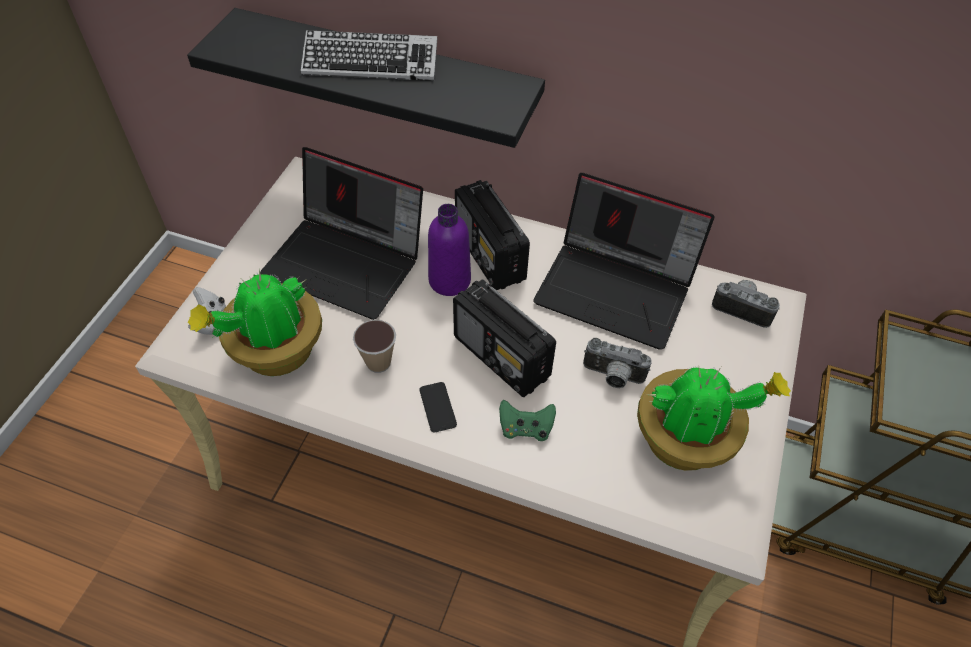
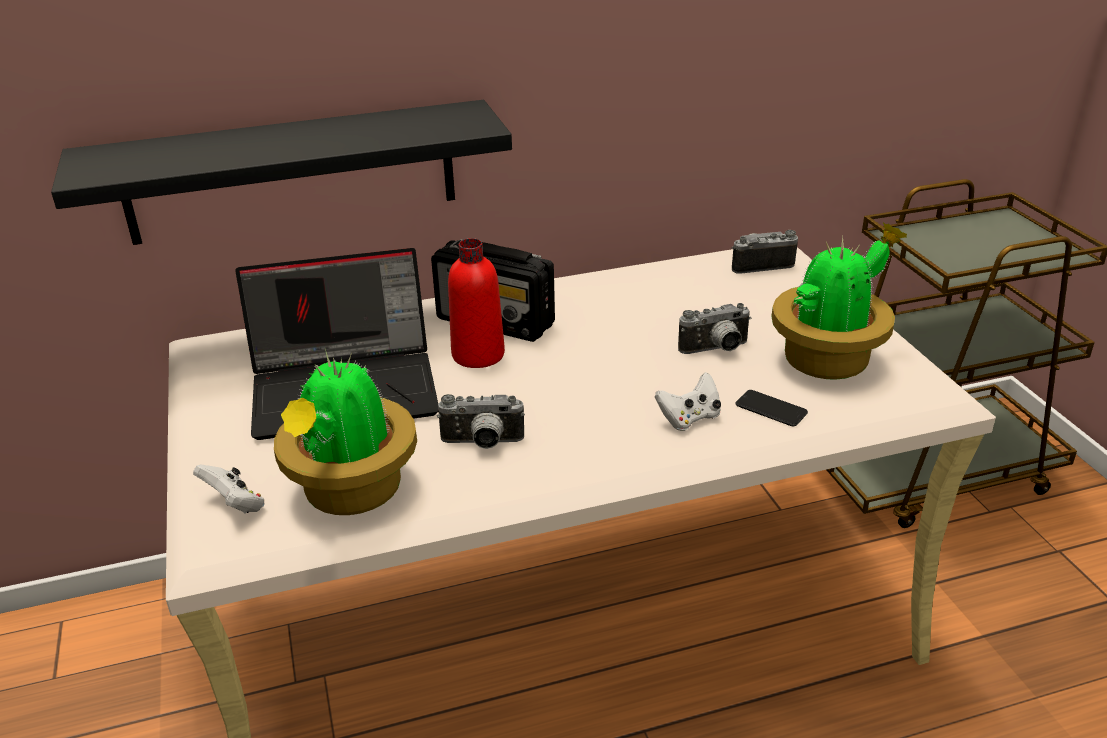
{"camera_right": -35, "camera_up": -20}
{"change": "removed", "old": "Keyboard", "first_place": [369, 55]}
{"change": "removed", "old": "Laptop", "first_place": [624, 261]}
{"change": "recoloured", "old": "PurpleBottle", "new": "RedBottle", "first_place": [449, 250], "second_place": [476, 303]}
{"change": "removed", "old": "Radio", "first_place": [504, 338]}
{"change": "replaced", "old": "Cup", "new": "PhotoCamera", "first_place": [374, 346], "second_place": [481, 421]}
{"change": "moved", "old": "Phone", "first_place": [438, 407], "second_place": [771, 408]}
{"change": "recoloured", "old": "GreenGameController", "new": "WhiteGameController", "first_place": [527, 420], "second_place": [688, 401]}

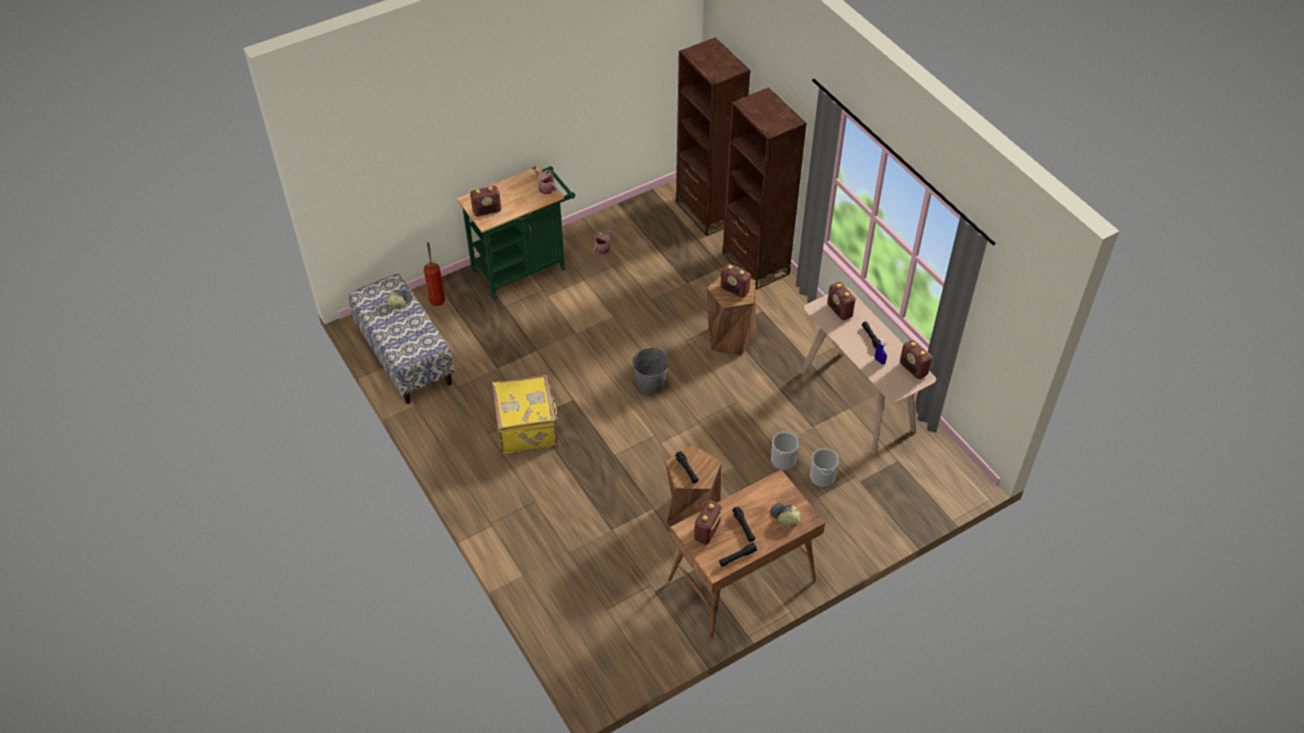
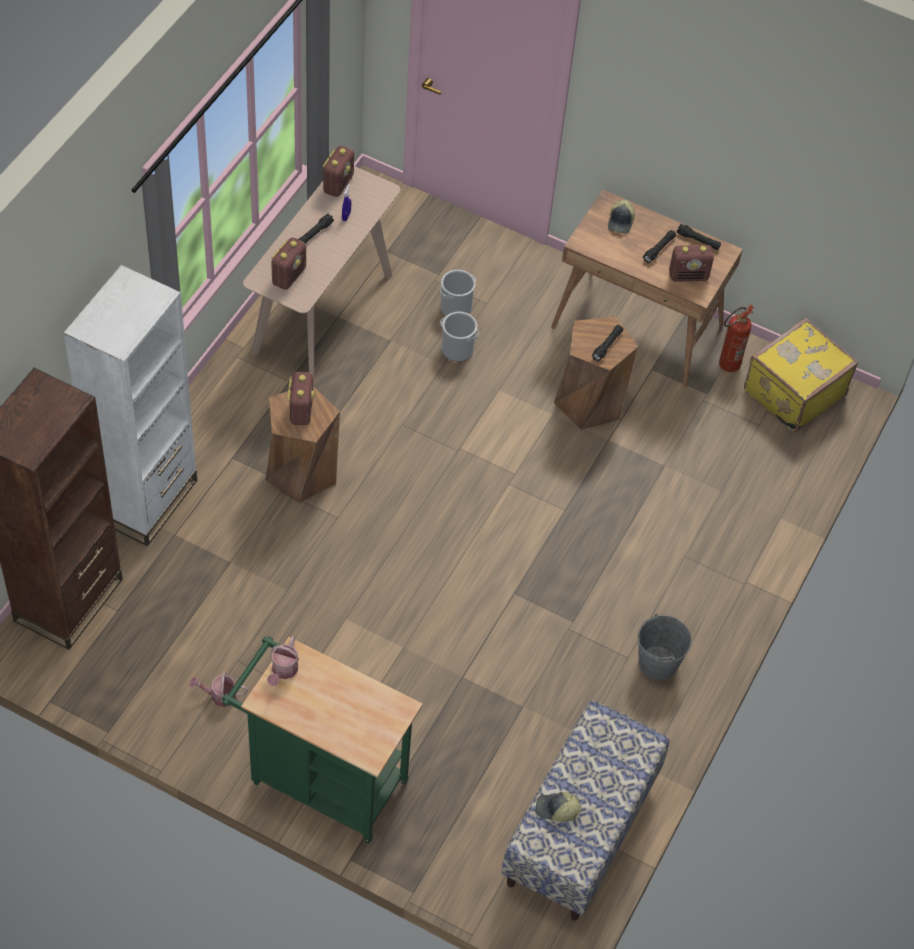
{"camera_right": -125, "camera_up": 5}
{"change": "recoloured", "old": "BrownBookcase", "new": "WhiteBookcase", "first_place": [764, 188], "second_place": [130, 405]}
{"change": "removed", "old": "Radio", "first_place": [485, 201]}
{"change": "moved", "old": "FireExtinguisher", "first_place": [434, 274], "second_place": [736, 338]}
{"change": "moved", "old": "GreyBucket", "first_place": [650, 371], "second_place": [665, 647]}
{"change": "moved", "old": "YellowSuitcase", "first_place": [525, 414], "second_place": [801, 375]}

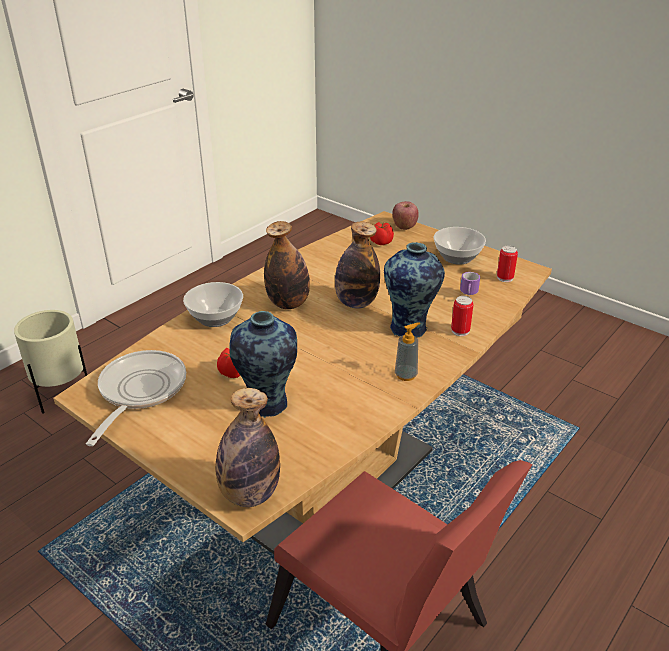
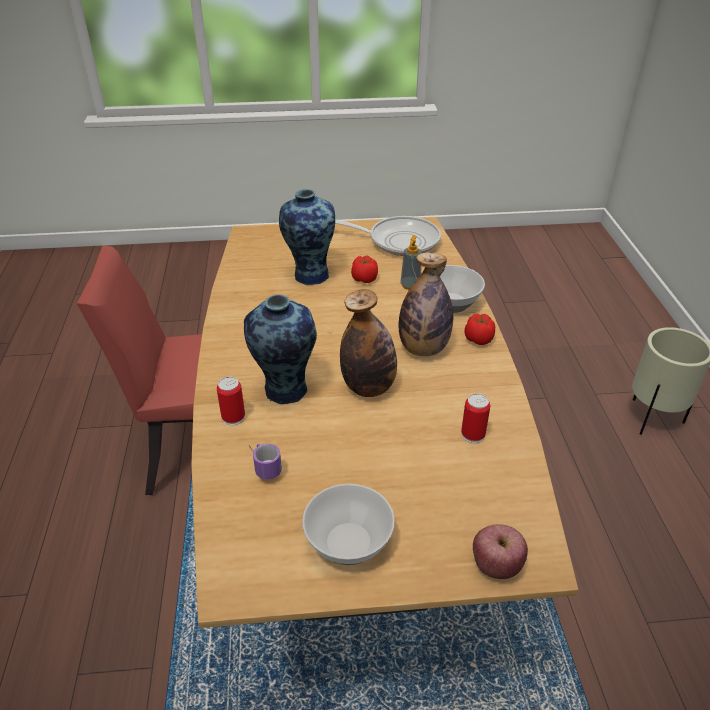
{"camera_right": 135, "camera_up": 5}
{"change": "moved", "old": "Tomato", "first_place": [382, 233], "second_place": [480, 329]}
{"change": "moved", "old": "Can", "first_place": [507, 264], "second_place": [475, 418]}
{"change": "moved", "old": "SoapDispenser", "first_place": [407, 352], "second_place": [411, 262]}
{"change": "turned", "old": "FryingPan", "first_place": [136, 398], "second_place": [388, 236], "degrees": -45}
{"change": "removed", "old": "Bottle", "first_place": [247, 447]}

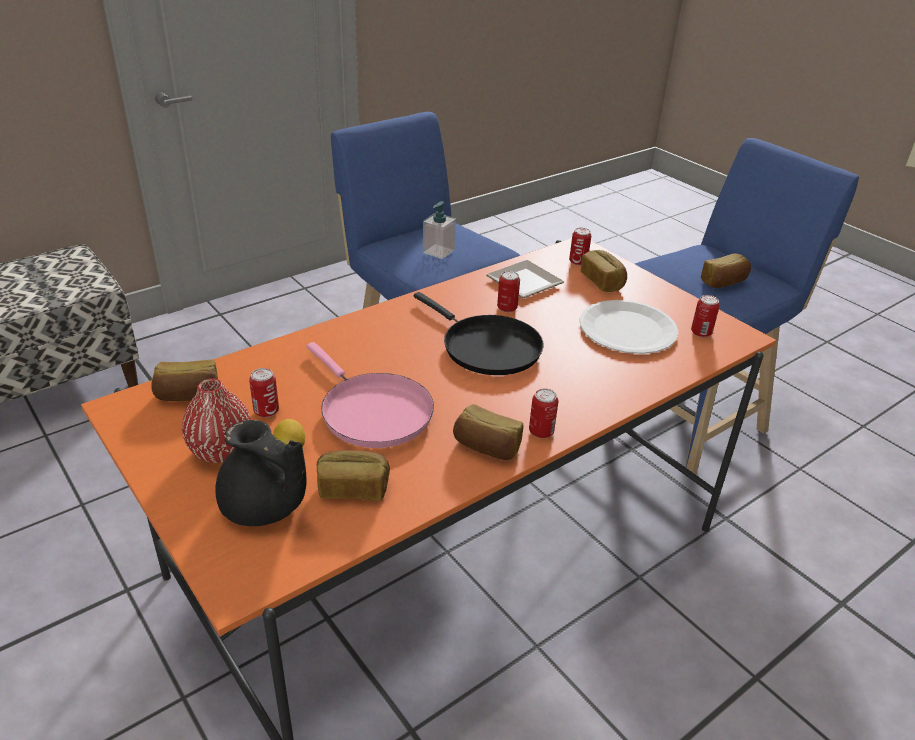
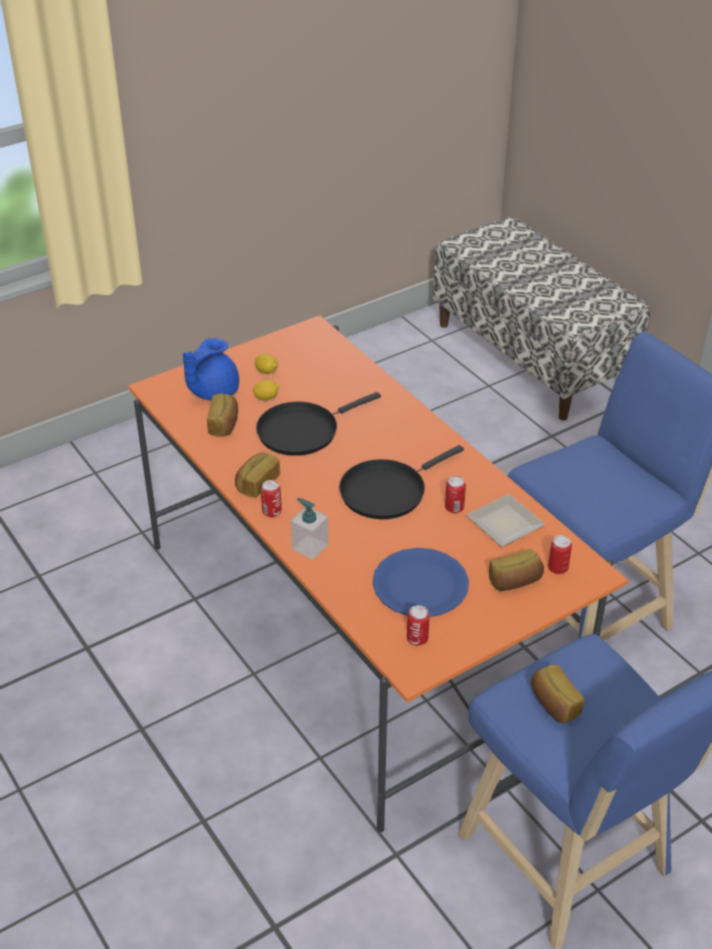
{"camera_right": 95, "camera_up": 5}
{"change": "moved", "old": "SoapDispenser", "first_place": [439, 230], "second_place": [310, 529]}
{"change": "recoloured", "old": "WhitePlate", "new": "BluePlate", "first_place": [629, 327], "second_place": [421, 582]}
{"change": "recoloured", "old": "PinkFryingPan", "new": "BlackFryingPan", "first_place": [370, 395], "second_place": [318, 424]}
{"change": "removed", "old": "Bread", "first_place": [184, 380]}
{"change": "removed", "old": "Can", "first_place": [264, 393]}
{"change": "replaced", "old": "RedVase", "new": "Lemon", "first_place": [216, 420], "second_place": [266, 364]}
{"change": "recoloured", "old": "BlackTeapot", "new": "BlueTeapot", "first_place": [261, 473], "second_place": [211, 369]}

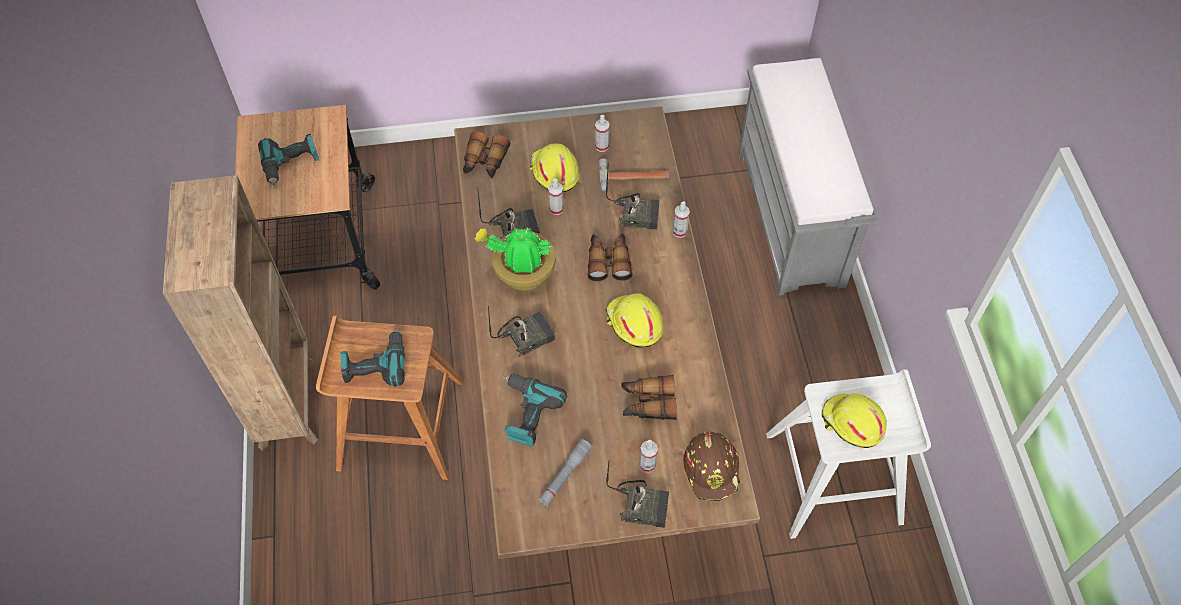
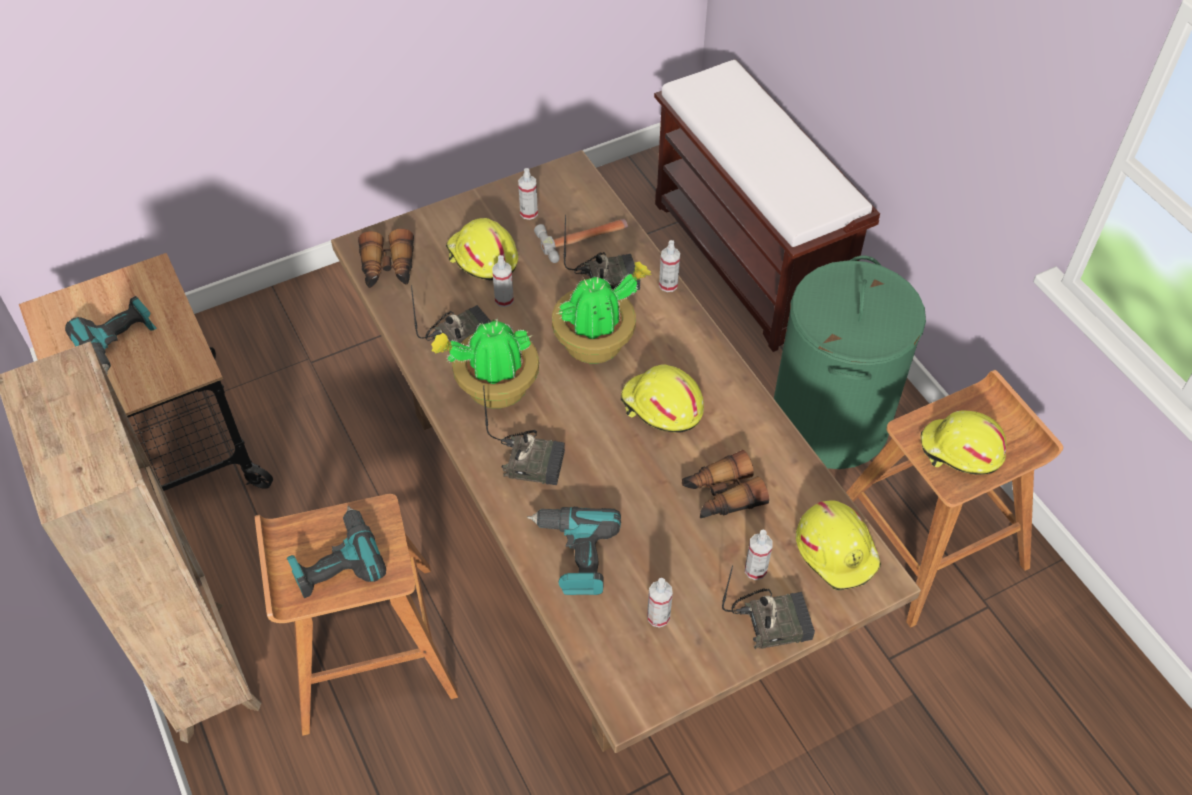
{"camera_right": -20, "camera_up": -5}
{"change": "recoloured", "old": "GreyBench", "new": "BrownBench", "first_place": [808, 176], "second_place": [767, 205]}
{"change": "replaced", "old": "Binoculars", "new": "PottedPlant", "first_place": [610, 257], "second_place": [601, 312]}
{"change": "turned", "old": "Radio", "first_place": [521, 331], "second_place": [524, 435], "degrees": 60}
{"change": "recoloured", "old": "WhiteStool", "new": "BrownStool", "first_place": [848, 454], "second_place": [954, 499]}
{"change": "recoloured", "old": "BrownHardHat", "new": "YellowHardHat", "first_place": [712, 466], "second_place": [838, 546]}
{"change": "replaced", "old": "GreyFlashlight", "new": "SprayBottle", "first_place": [565, 472], "second_place": [660, 603]}
{"change": "added", "new": "GreenLaundryBasket", "second_place": [850, 362]}

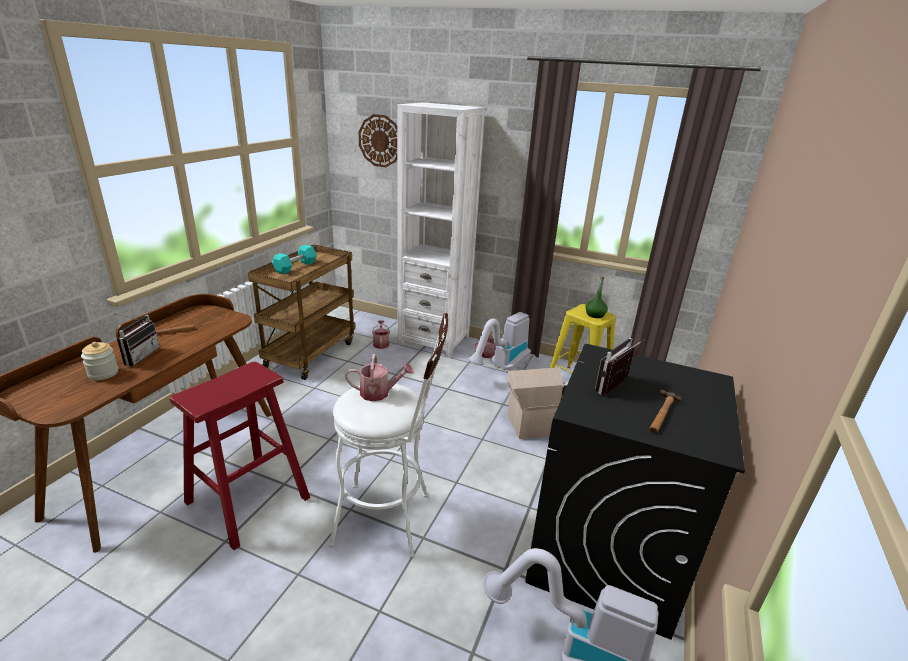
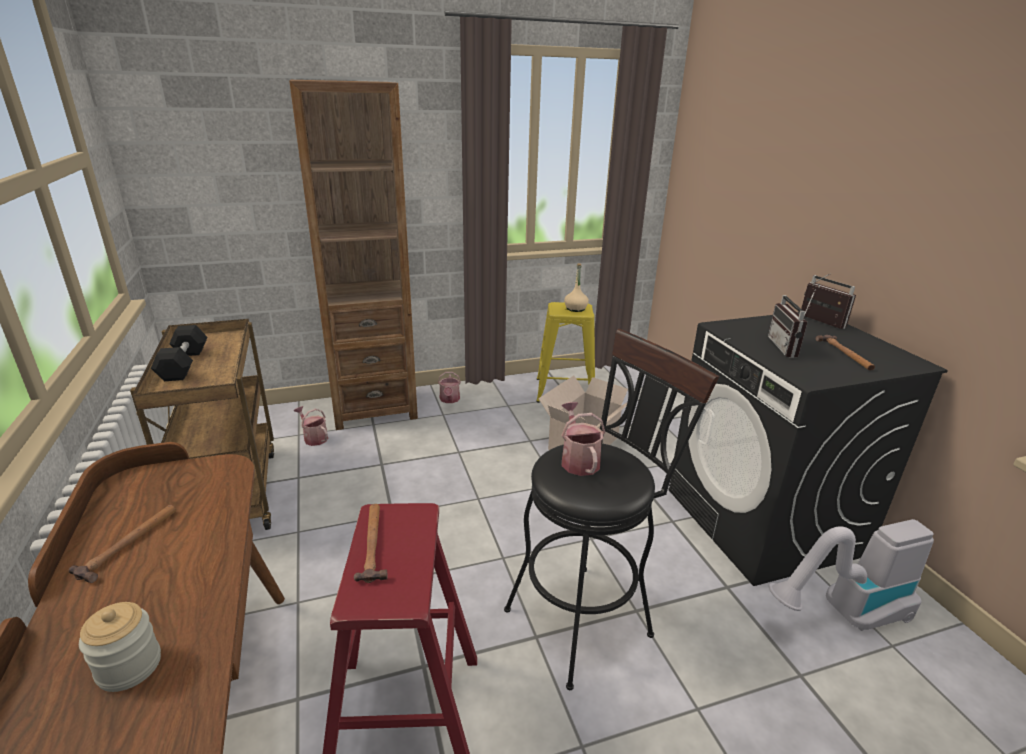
{"camera_right": -40, "camera_up": 0}
{"change": "recoloured", "old": "WhiteBookcase", "new": "BrownBookcase", "first_place": [441, 230], "second_place": [353, 255]}
{"change": "removed", "old": "WallClock", "first_place": [377, 140]}
{"change": "recoloured", "old": "TurquoiseDumbbell", "new": "BlackDumbbell", "first_place": [294, 259], "second_place": [179, 353]}
{"change": "recoloured", "old": "GreenBottle", "new": "BeigeBottle", "first_place": [596, 296], "second_place": [576, 287]}
{"change": "removed", "old": "VacuumCleaner", "first_place": [499, 341]}
{"change": "moved", "old": "Radio", "first_place": [136, 340], "second_place": [828, 301]}
{"change": "recoloured", "old": "WhiteStool", "new": "BlackStool", "first_place": [388, 435], "second_place": [611, 509]}
{"change": "turned", "old": "WateringCan", "first_place": [379, 378], "second_place": [583, 439], "degrees": -60}
{"change": "added", "new": "Hammer", "second_place": [371, 543]}

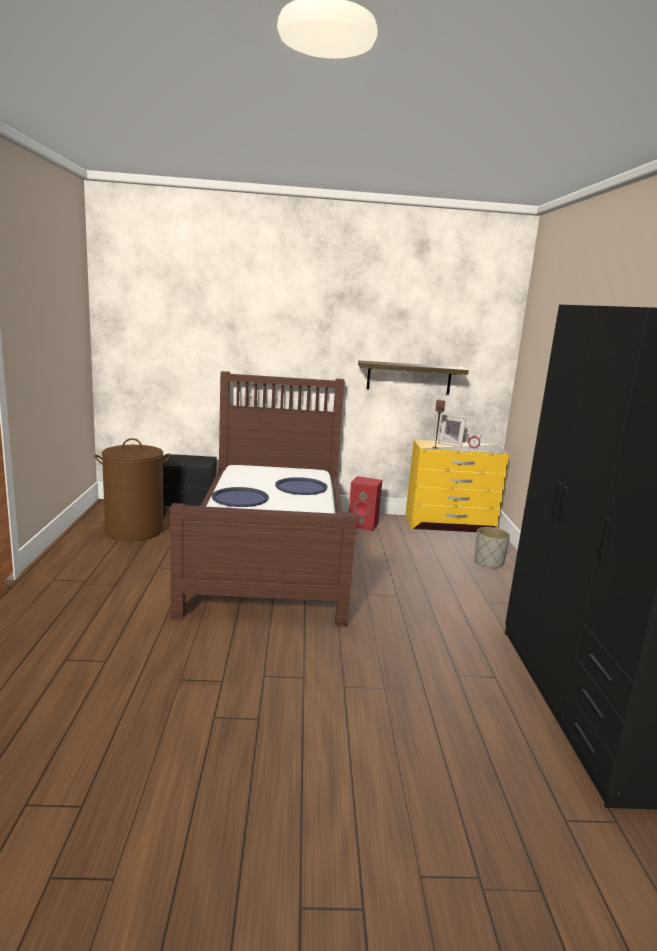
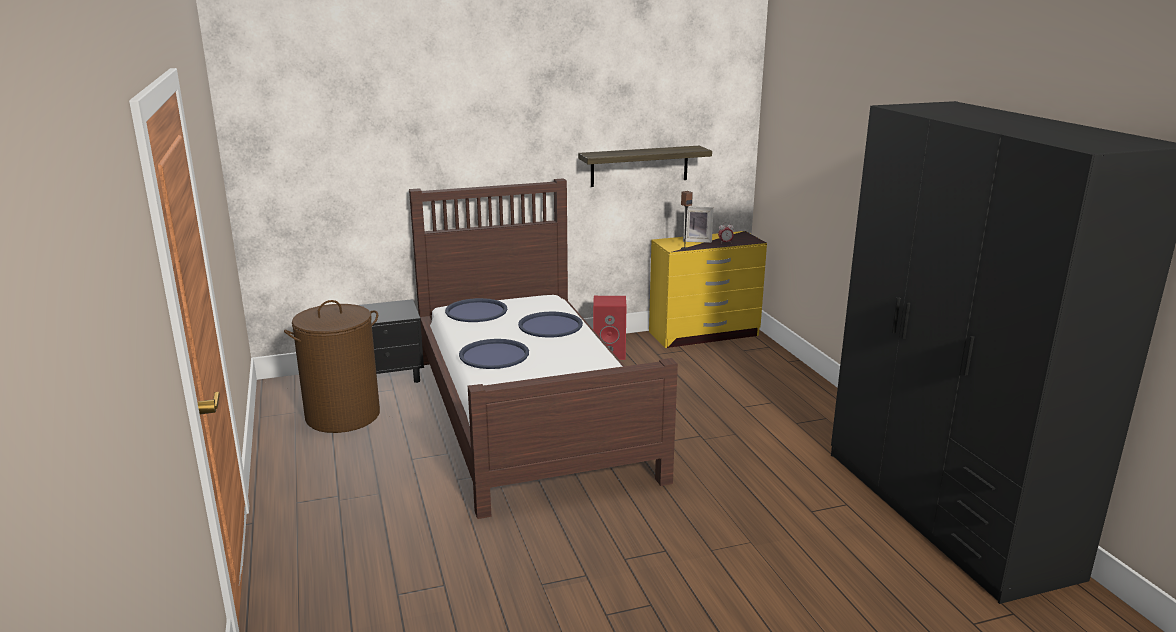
{"camera_right": -15, "camera_up": 5}
{"change": "removed", "old": "GreyPlanter", "first_place": [492, 548]}
{"change": "added", "new": "BlueTray", "second_place": [476, 310]}

